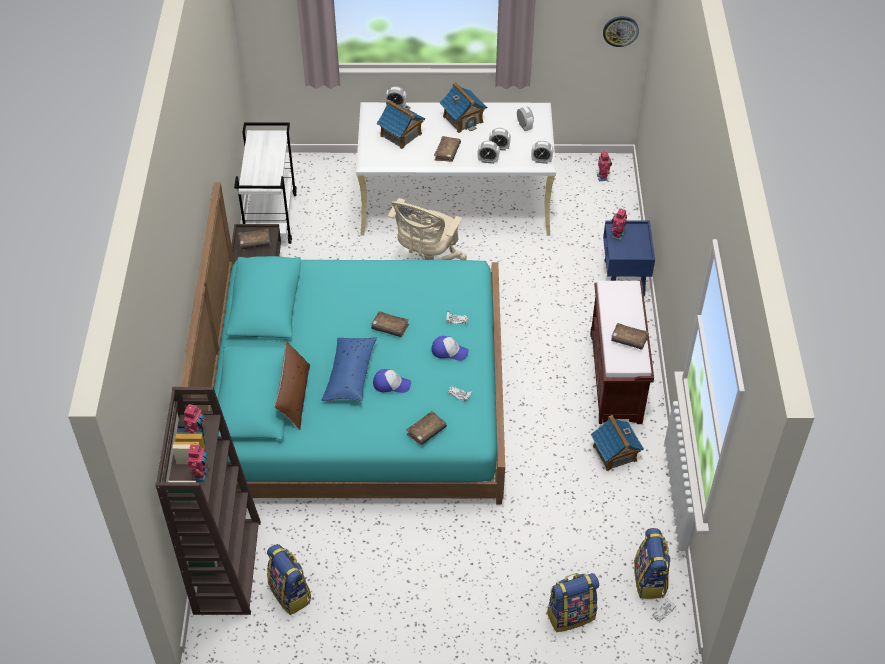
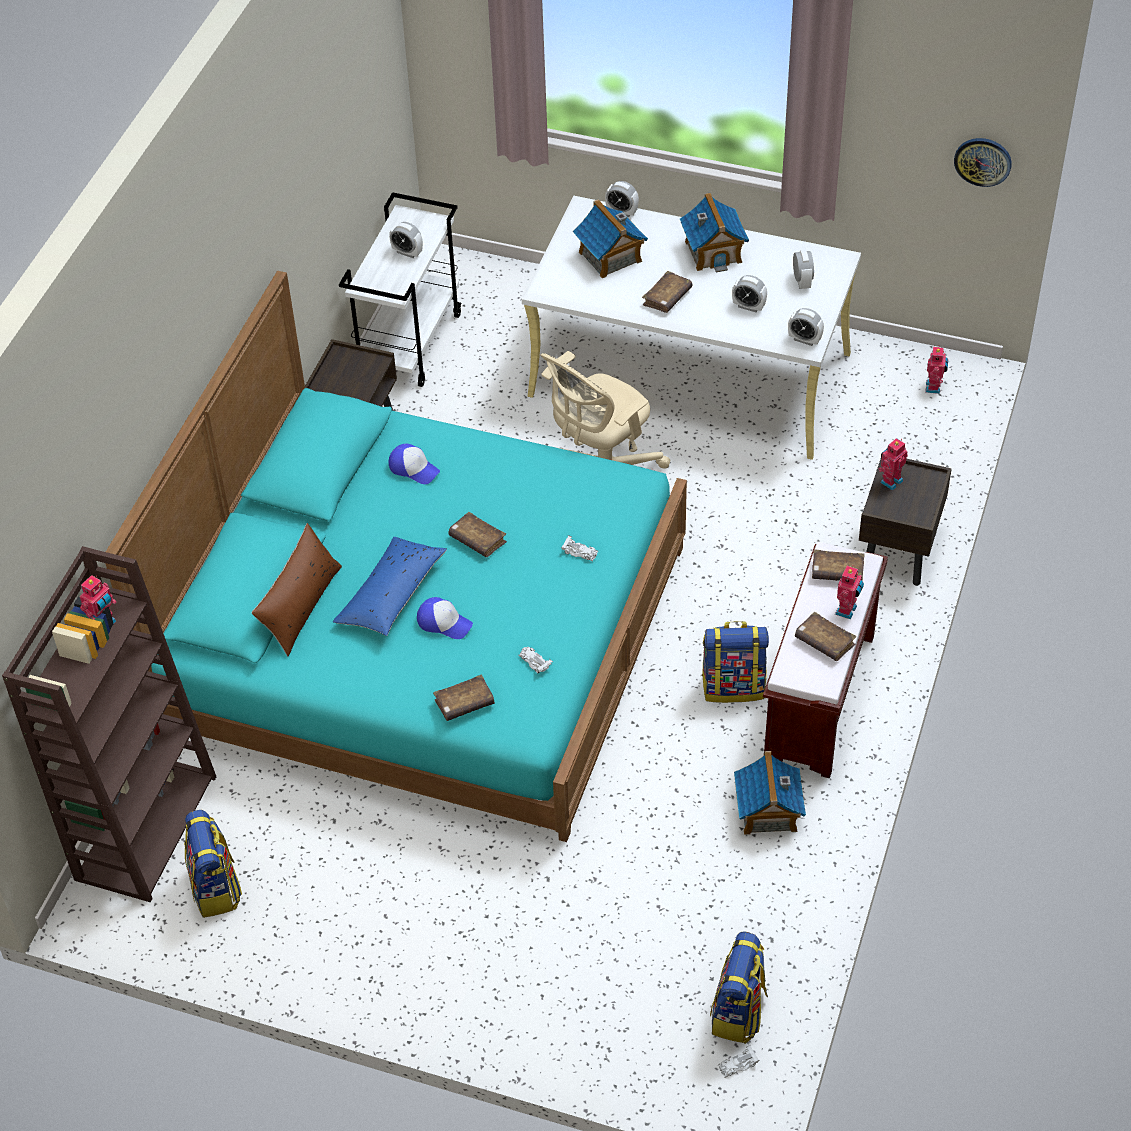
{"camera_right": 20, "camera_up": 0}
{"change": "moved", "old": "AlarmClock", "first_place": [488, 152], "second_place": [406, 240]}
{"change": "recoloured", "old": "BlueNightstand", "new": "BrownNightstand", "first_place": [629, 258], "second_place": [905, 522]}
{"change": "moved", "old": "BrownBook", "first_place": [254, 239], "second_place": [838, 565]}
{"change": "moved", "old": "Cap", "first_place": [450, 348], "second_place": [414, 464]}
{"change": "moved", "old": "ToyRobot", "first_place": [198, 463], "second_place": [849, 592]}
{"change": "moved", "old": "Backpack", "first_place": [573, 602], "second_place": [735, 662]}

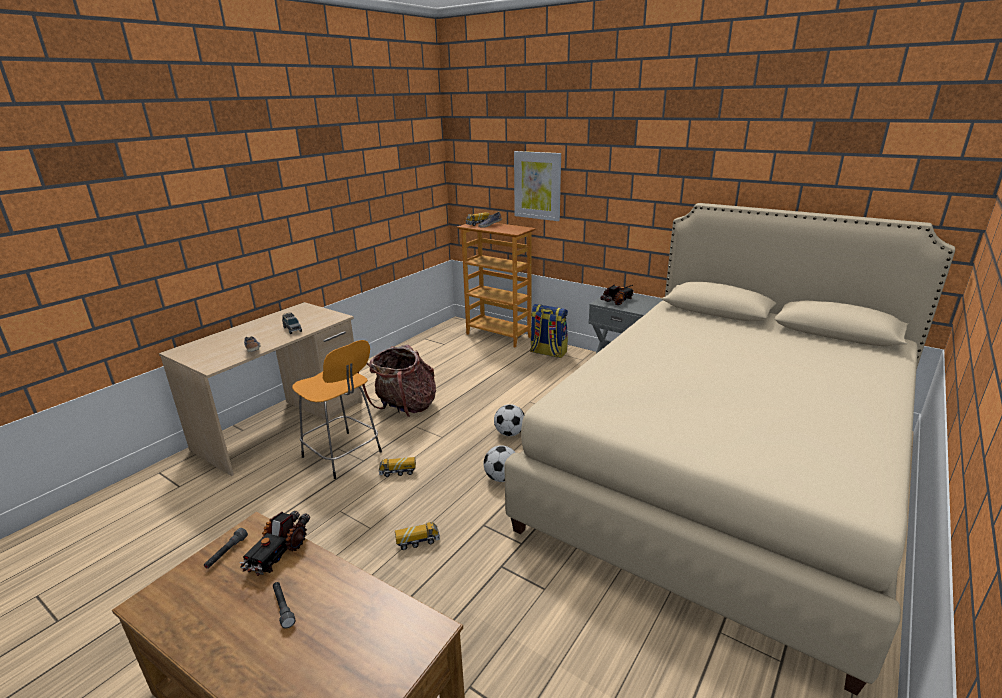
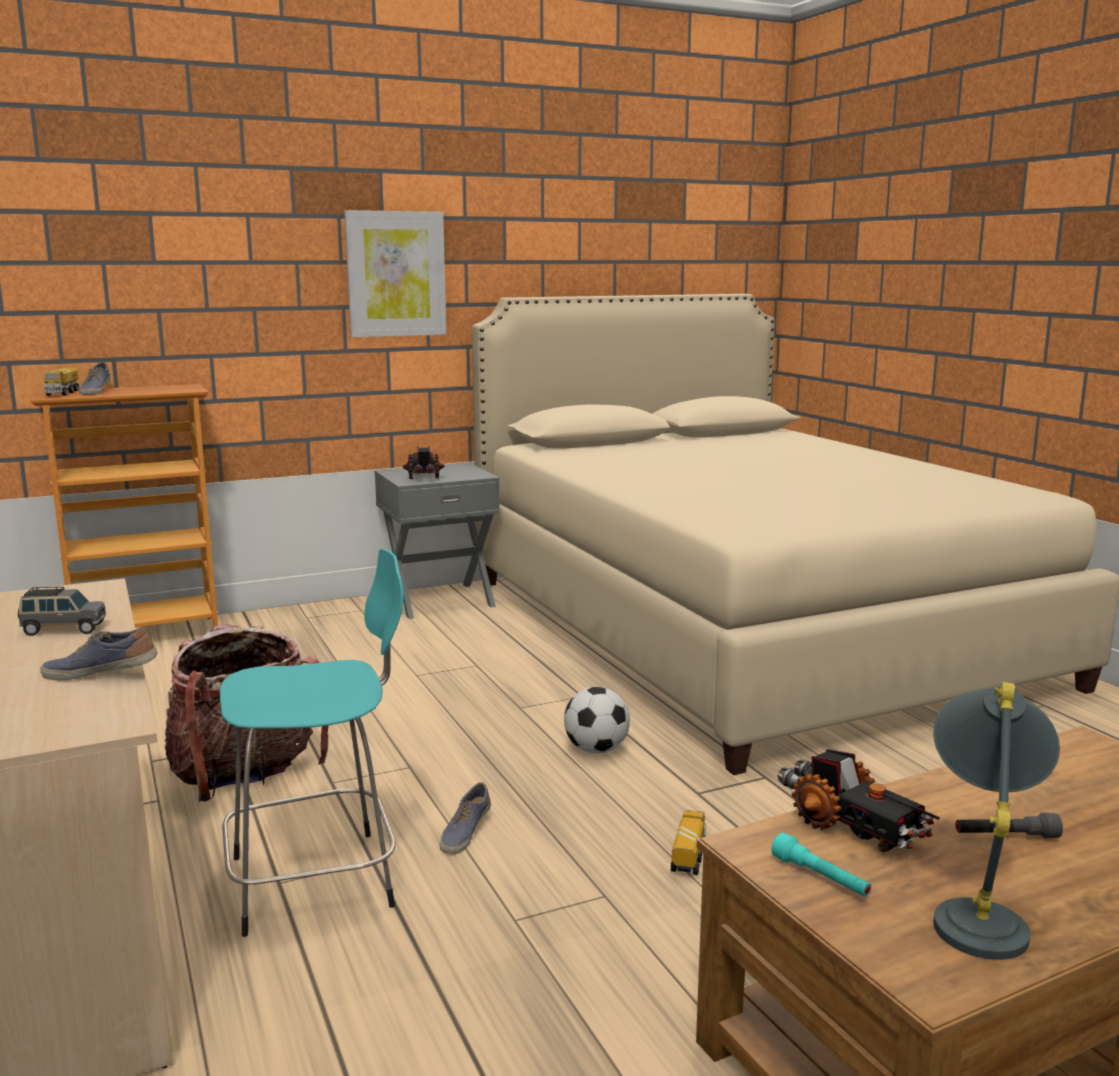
{"camera_right": -60, "camera_up": -10}
{"change": "moved", "old": "Picture", "first_place": [537, 186], "second_place": [395, 273]}
{"change": "removed", "old": "Backpack", "first_place": [549, 331]}
{"change": "recoloured", "old": "OrangeStool", "new": "TurquoiseStool", "first_place": [337, 409], "second_place": [312, 743]}
{"change": "removed", "old": "Football", "first_place": [509, 420]}
{"change": "replaced", "old": "ToyTruck", "new": "Shoe", "first_place": [397, 467], "second_place": [465, 818]}
{"change": "recoloured", "old": "GreyFlashlight", "new": "TurquoiseFlashlight", "first_place": [226, 548], "second_place": [821, 865]}
{"change": "added", "new": "GreyTableLamp", "second_place": [996, 821]}

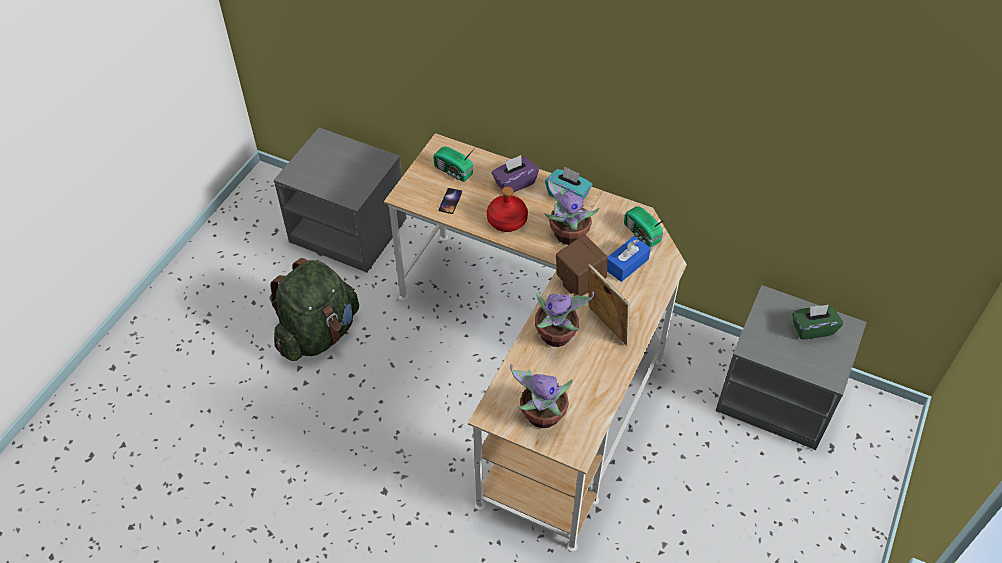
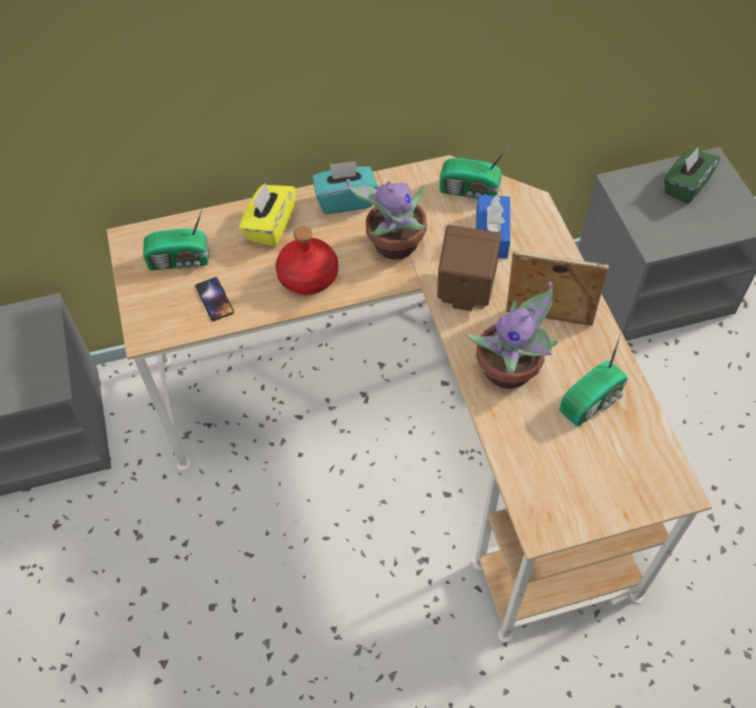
{"camera_right": -40, "camera_up": 5}
{"change": "recoloured", "old": "PurpleTissueBox", "new": "YellowTissueBox", "first_place": [515, 174], "second_place": [267, 215]}
{"change": "removed", "old": "GreenBackpack", "first_place": [314, 309]}
{"change": "removed", "old": "PottedPlant", "first_place": [541, 396]}
{"change": "added", "new": "Radio", "second_place": [593, 380]}

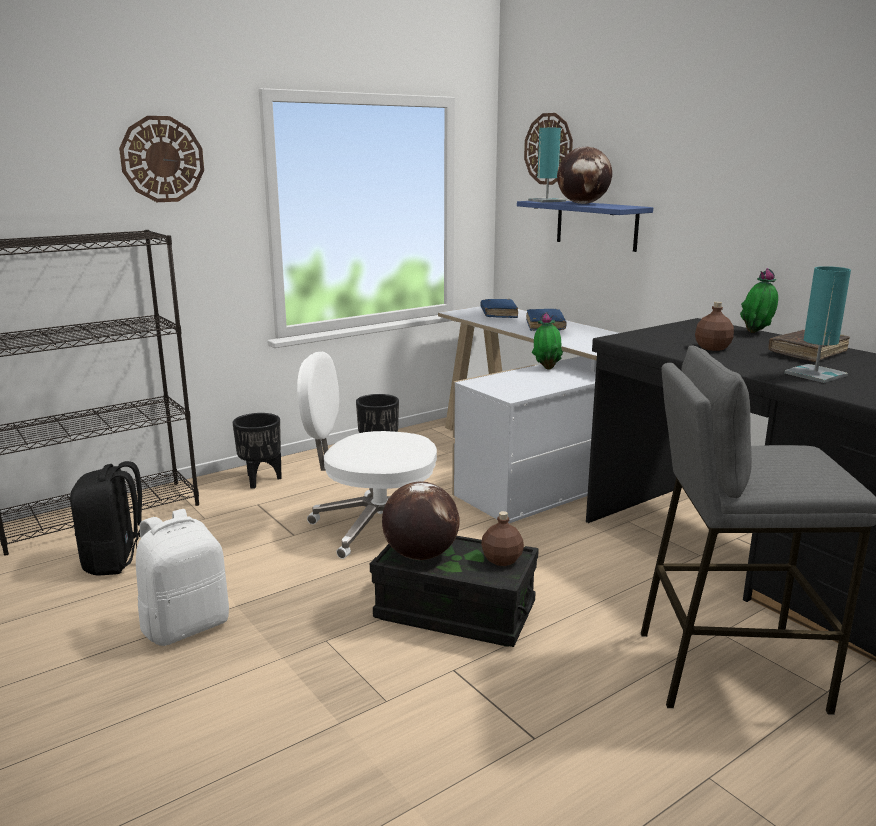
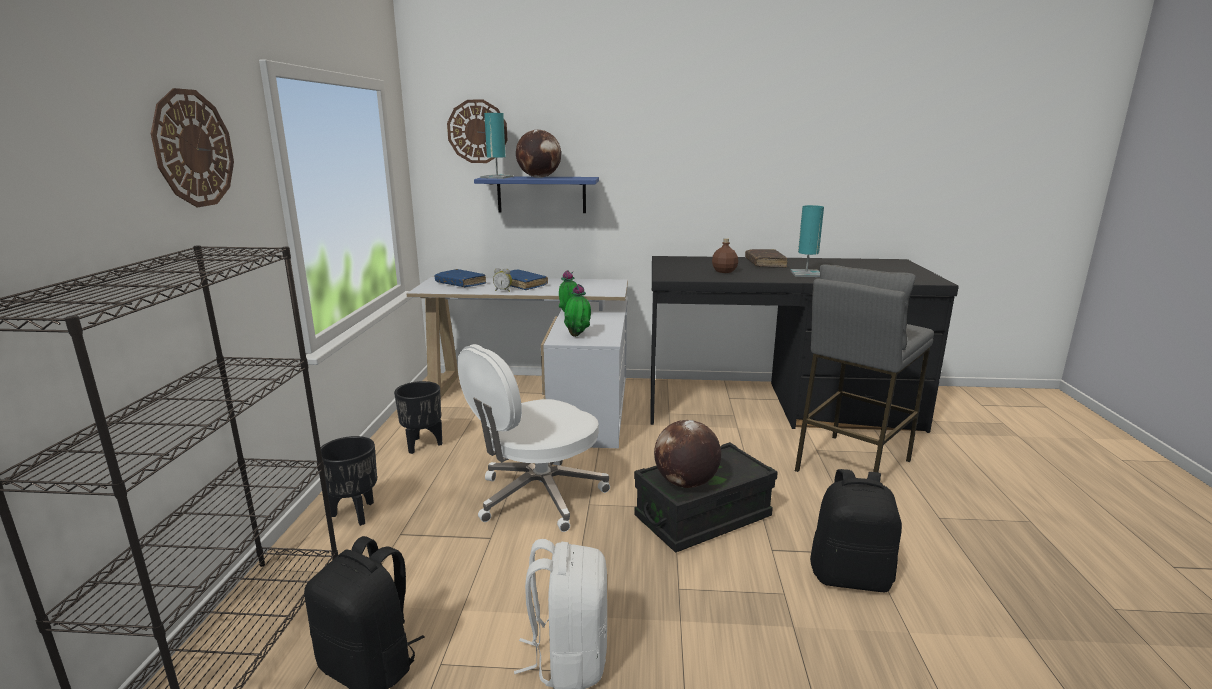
{"camera_right": -50, "camera_up": 0}
{"change": "moved", "old": "PottedPlant", "first_place": [759, 300], "second_place": [577, 310]}
{"change": "removed", "old": "BrownBottle", "first_place": [502, 538]}
{"change": "added", "new": "AlarmClock", "second_place": [502, 280]}
{"change": "added", "new": "BlackBackpack", "second_place": [856, 530]}

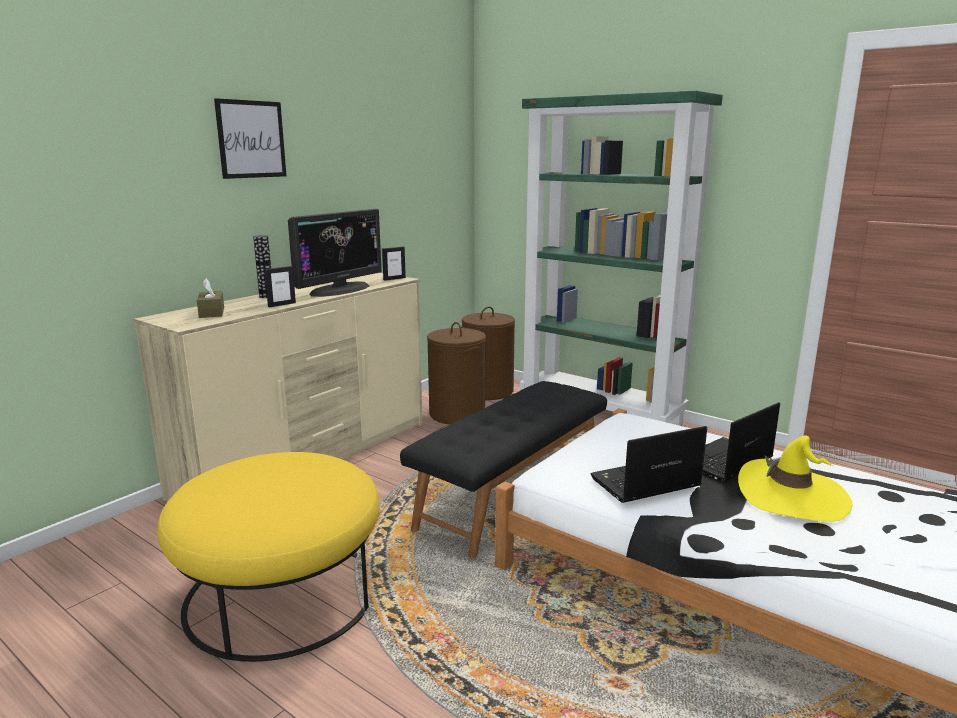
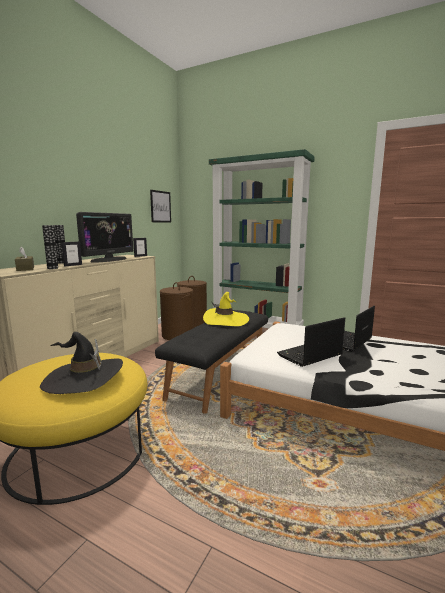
{"camera_right": -10, "camera_up": -5}
{"change": "moved", "old": "Picture", "first_place": [250, 138], "second_place": [160, 206]}
{"change": "moved", "old": "YellowHat", "first_place": [795, 478], "second_place": [226, 309]}
{"change": "added", "new": "Vase", "second_place": [50, 247]}
{"change": "added", "new": "BlackHat", "second_place": [81, 363]}

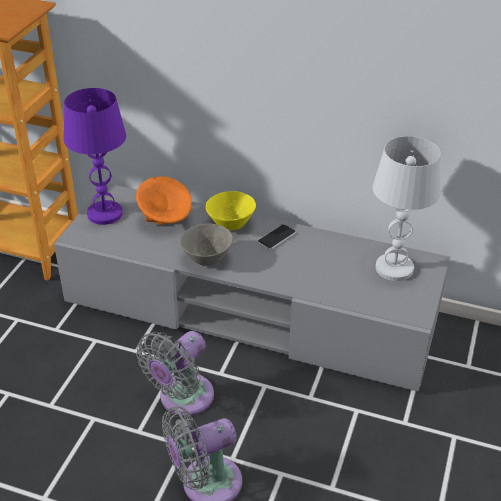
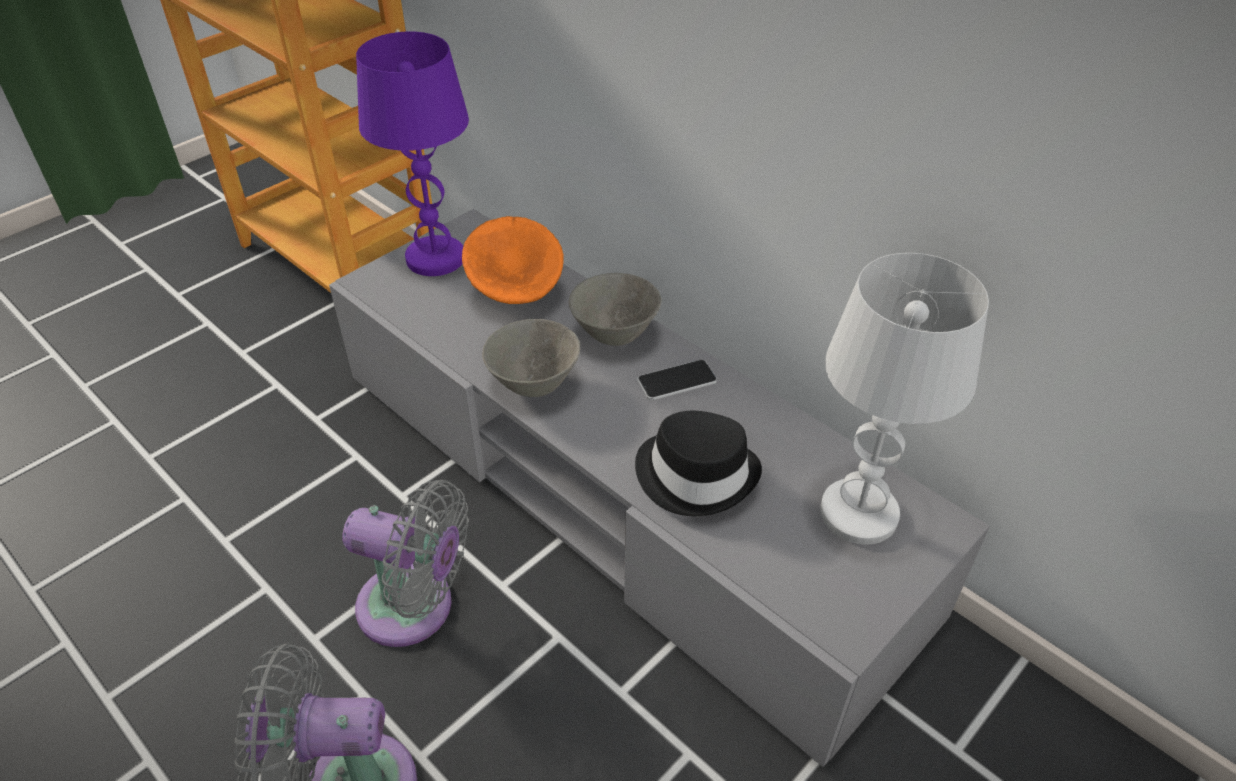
{"camera_right": 25, "camera_up": 5}
{"change": "recoloured", "old": "YellowBowl", "new": "GreyBowl", "first_place": [231, 210], "second_place": [615, 309]}
{"change": "turned", "old": "GreyFan", "first_place": [175, 373], "second_place": [405, 563], "degrees": -135}
{"change": "added", "new": "BlackHat", "second_place": [698, 463]}

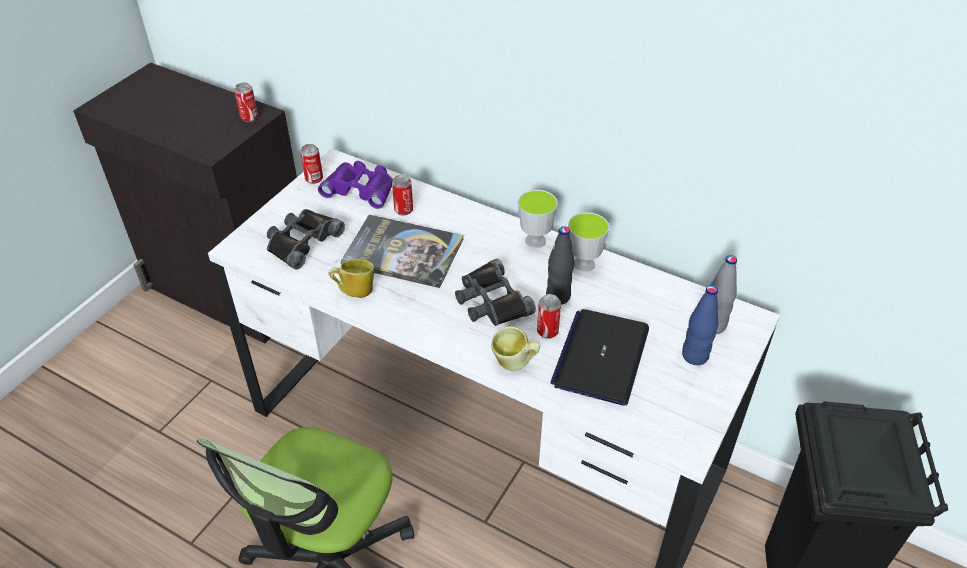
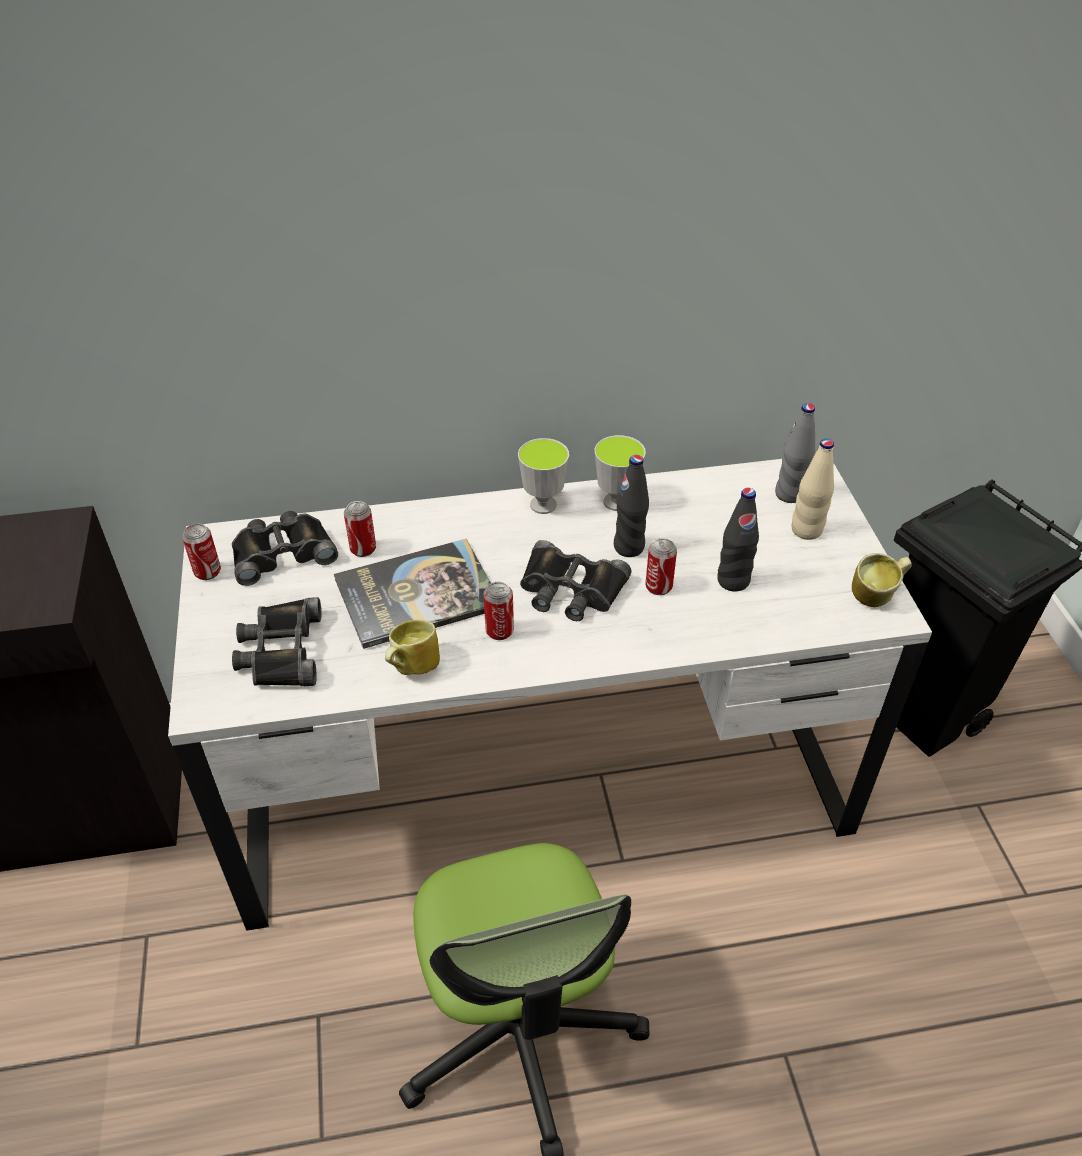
{"camera_right": -40, "camera_up": 0}
{"change": "moved", "old": "Can", "first_place": [246, 102], "second_place": [498, 611]}
{"change": "recoloured", "old": "PurpleBinoculars", "new": "BlackBinoculars", "first_place": [355, 185], "second_place": [285, 548]}
{"change": "recoloured", "old": "BlueBottle", "new": "BeigeBottle", "first_place": [700, 325], "second_place": [812, 489]}
{"change": "replaced", "old": "Laptop", "new": "BlackBottle", "first_place": [599, 357], "second_place": [738, 540]}
{"change": "moved", "old": "Mug", "first_place": [515, 348], "second_place": [881, 580]}

